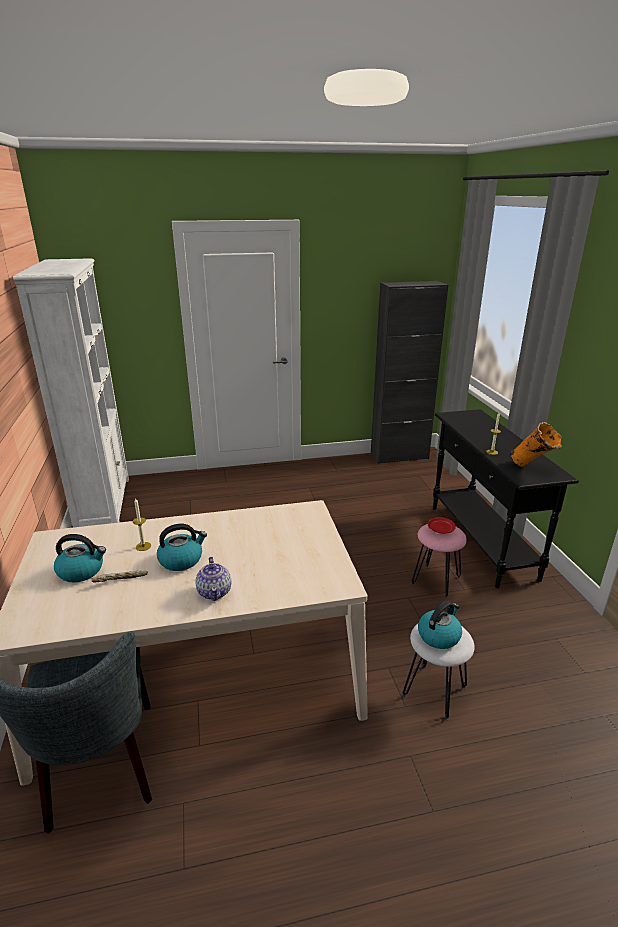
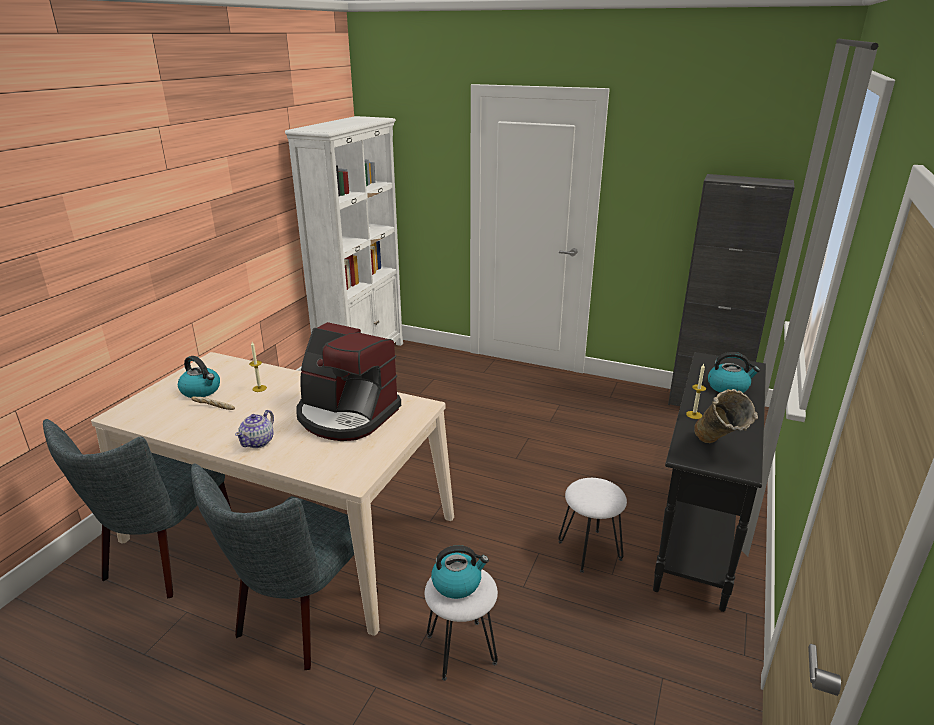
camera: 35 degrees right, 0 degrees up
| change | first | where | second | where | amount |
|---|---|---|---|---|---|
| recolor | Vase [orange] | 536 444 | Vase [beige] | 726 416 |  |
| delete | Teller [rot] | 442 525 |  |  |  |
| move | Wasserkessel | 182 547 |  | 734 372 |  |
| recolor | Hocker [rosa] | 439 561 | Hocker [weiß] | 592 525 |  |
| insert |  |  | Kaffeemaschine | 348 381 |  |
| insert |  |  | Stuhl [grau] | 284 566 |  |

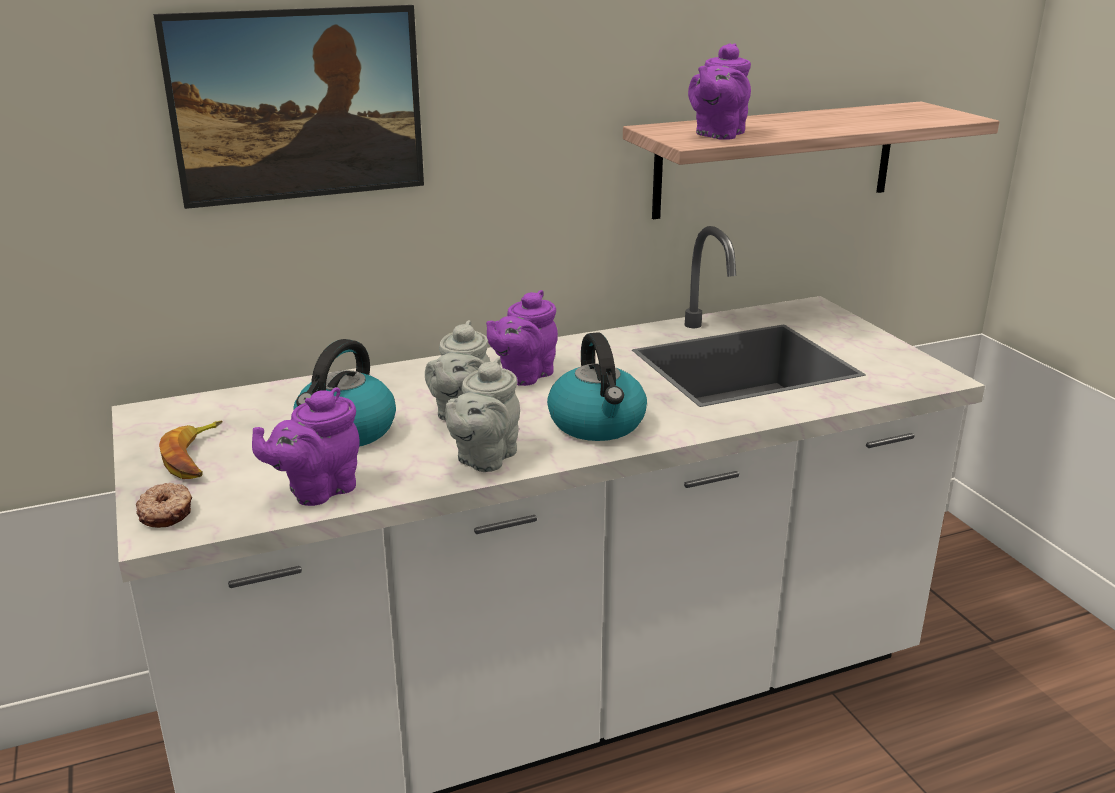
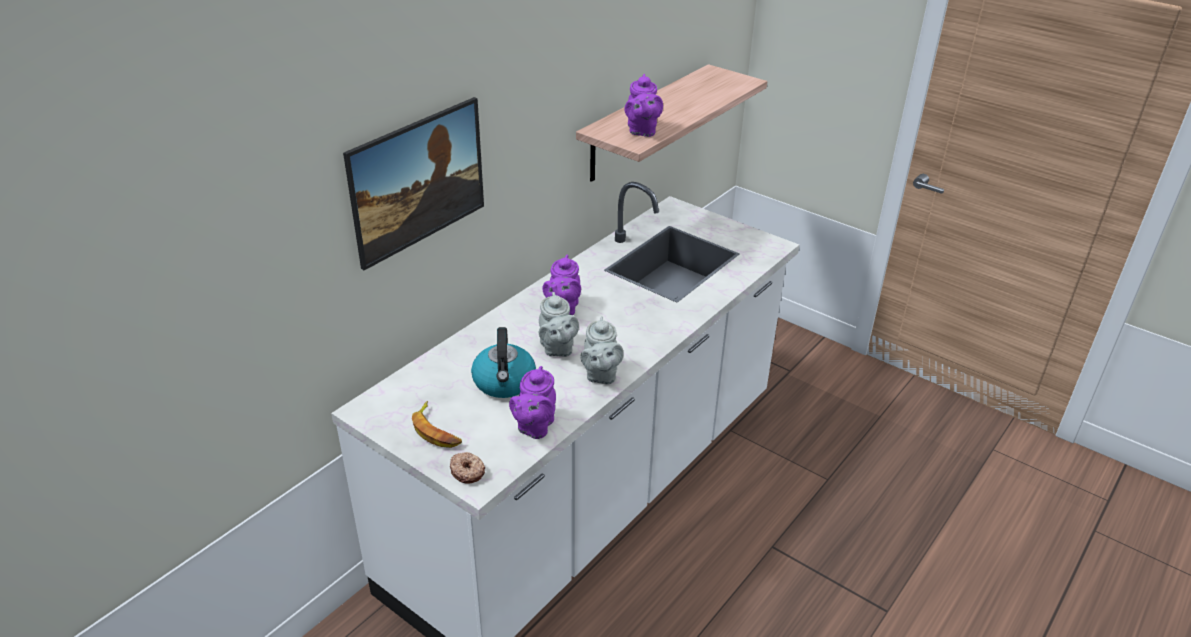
camera: 30 degrees left, 10 degrees up
| change | first | where | second | where | amount |
|---|---|---|---|---|---|
| delete | Wasserkessel | 597 386 |  |  |  |

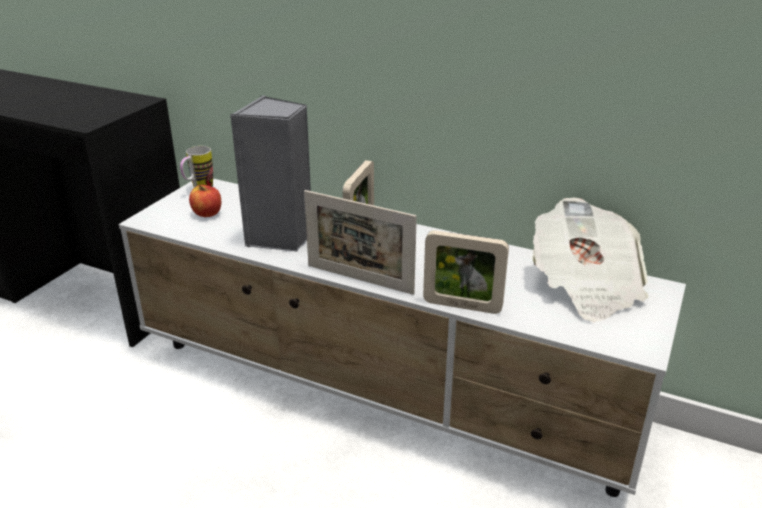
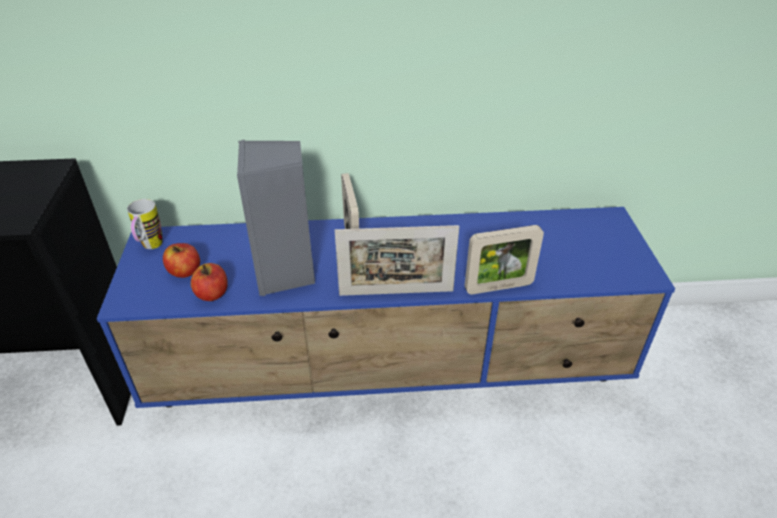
camera: 30 degrees left, 10 degrees up
| change | first | where | second | where | amount |
|---|---|---|---|---|---|
| recolor | Fernsehschrank [weiß] | 402 338 | Fernsehschrank [blau] | 386 307 |  |
| delete | Zeitung | 590 260 |  |  |  |
| insert |  |  | Apfel | 209 282 |  |

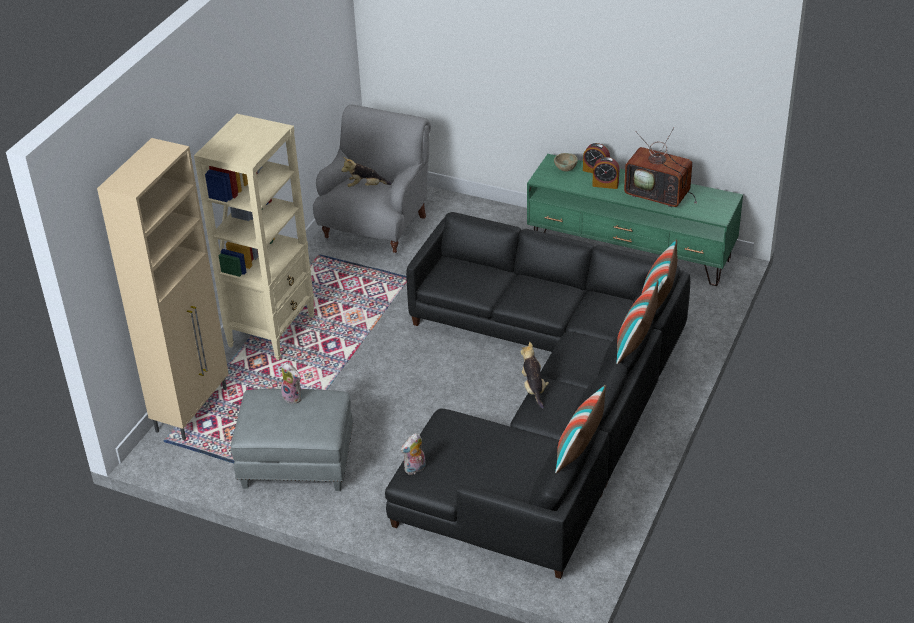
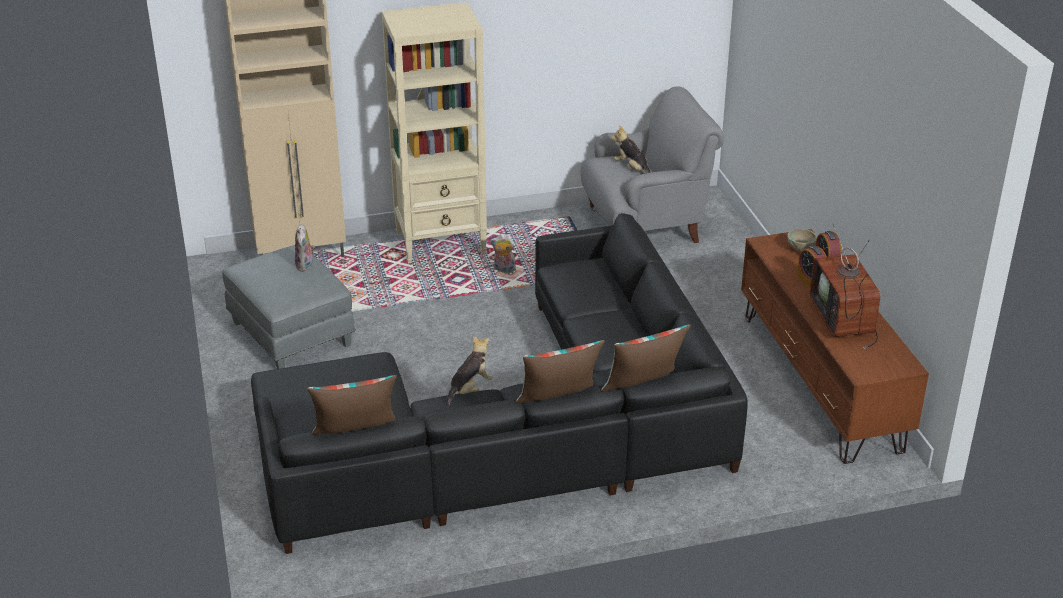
camera: 50 degrees right, 5 degrees down
| change | first | where | second | where | amount |
|---|---|---|---|---|---|
| recolor | Fernsehschrank [grün] | 635 220 | Fernsehschrank [braun] | 835 346 |  |
| move | Plüschtier | 413 453 |  | 503 253 |  |

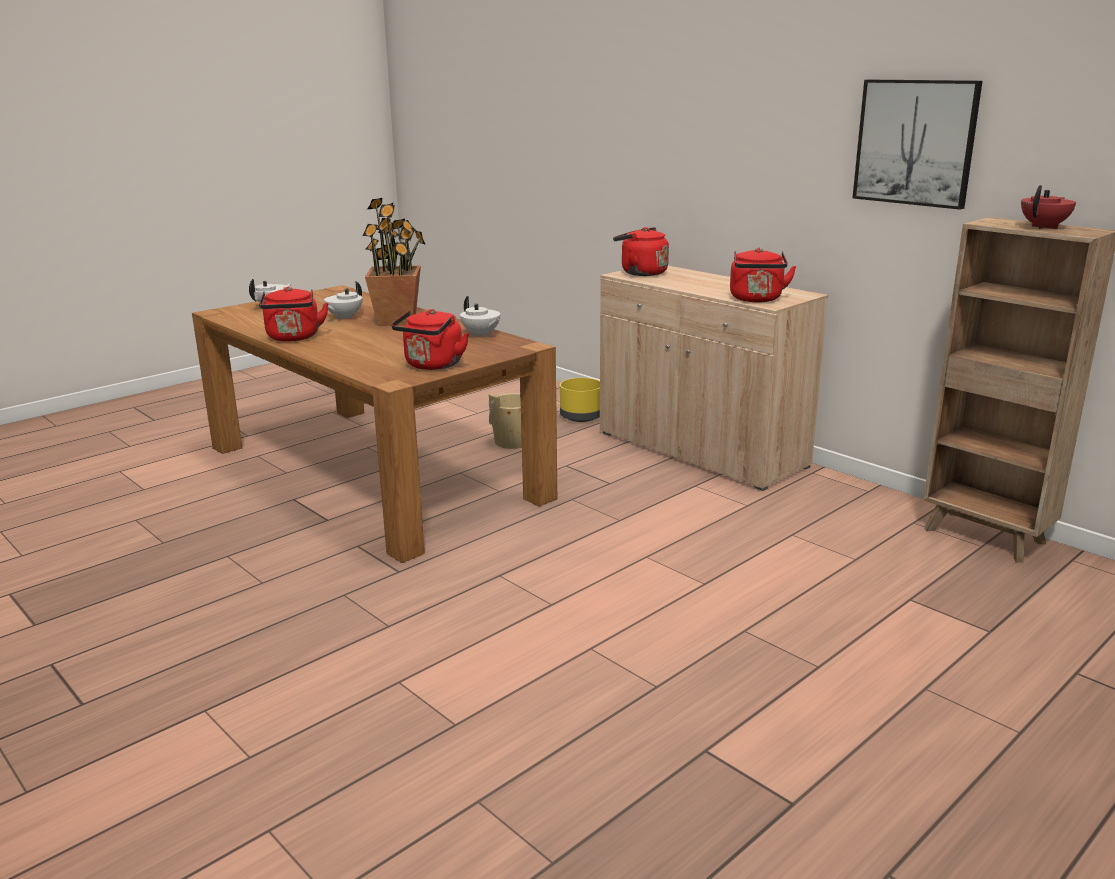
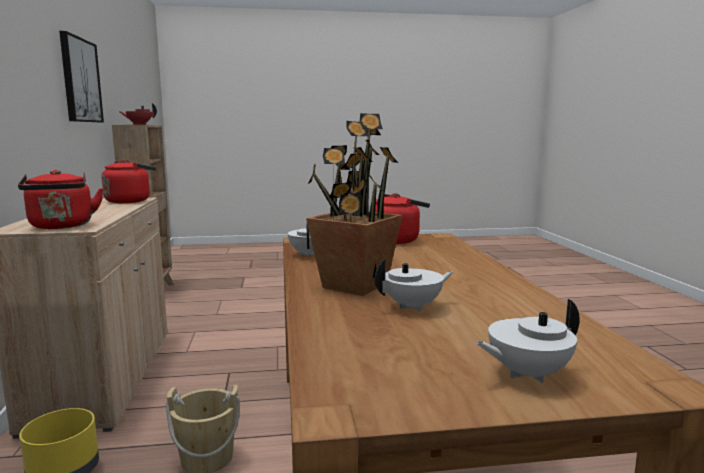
camera: 145 degrees left, 10 degrees down
| change | first | where | second | where | amount |
|---|---|---|---|---|---|
| delete | Wasserkessel [rot] | 294 314 |  |  |  |

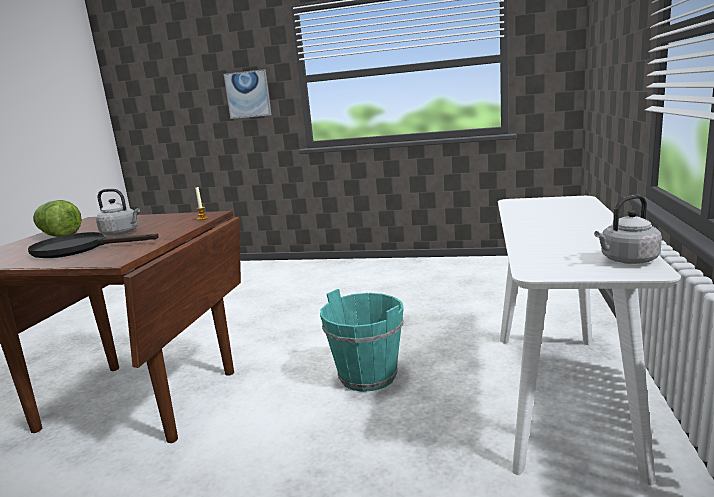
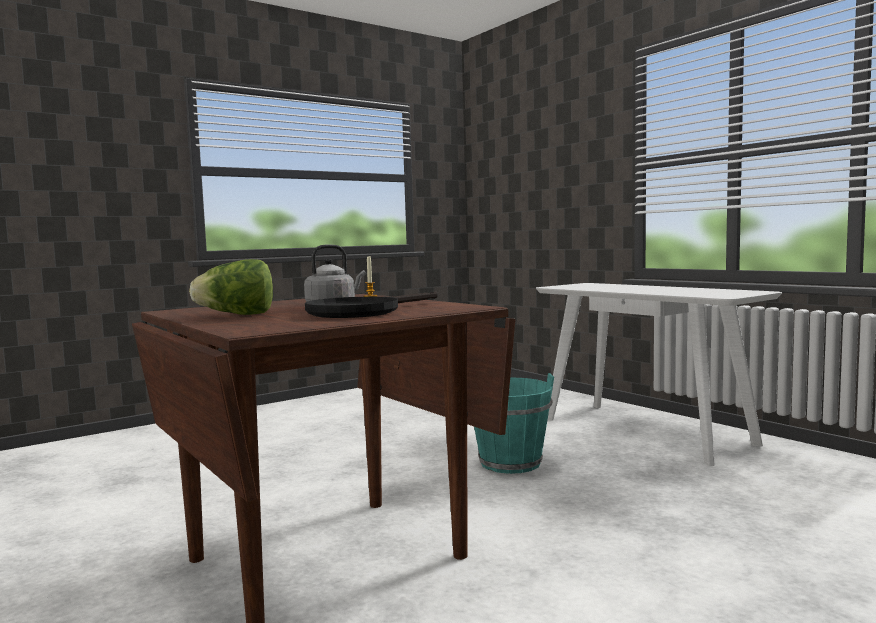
camera: 50 degrees left, 10 degrees down
| change | first | where | second | where | amount |
|---|---|---|---|---|---|
| delete | Bild | 247 94 |  |  |  |
| delete | Wasserkessel [grau] | 628 229 |  |  |  |

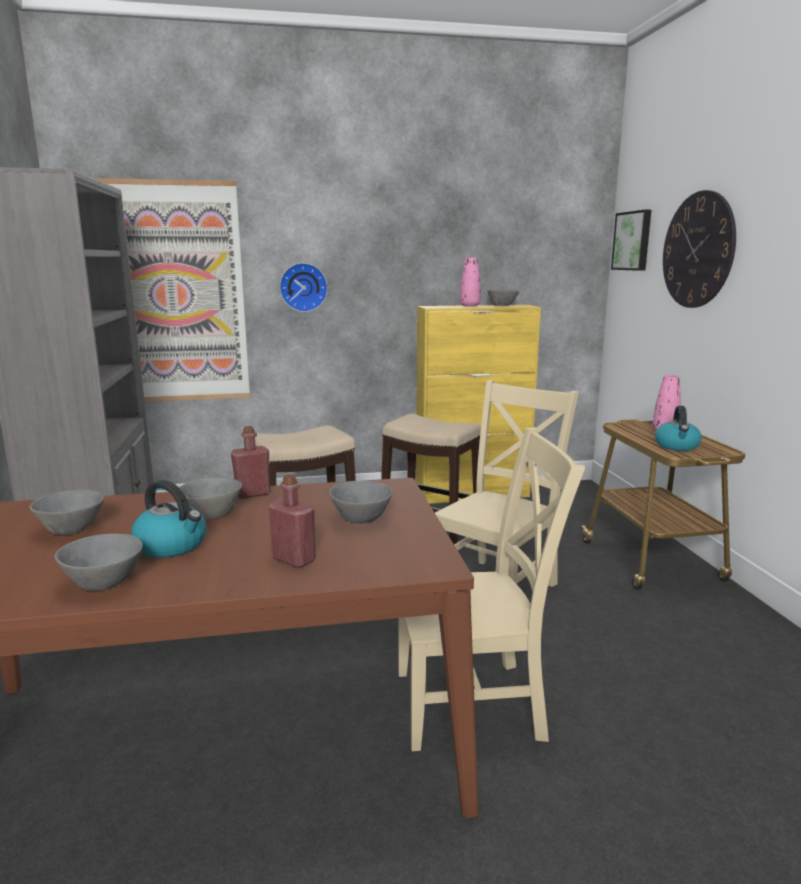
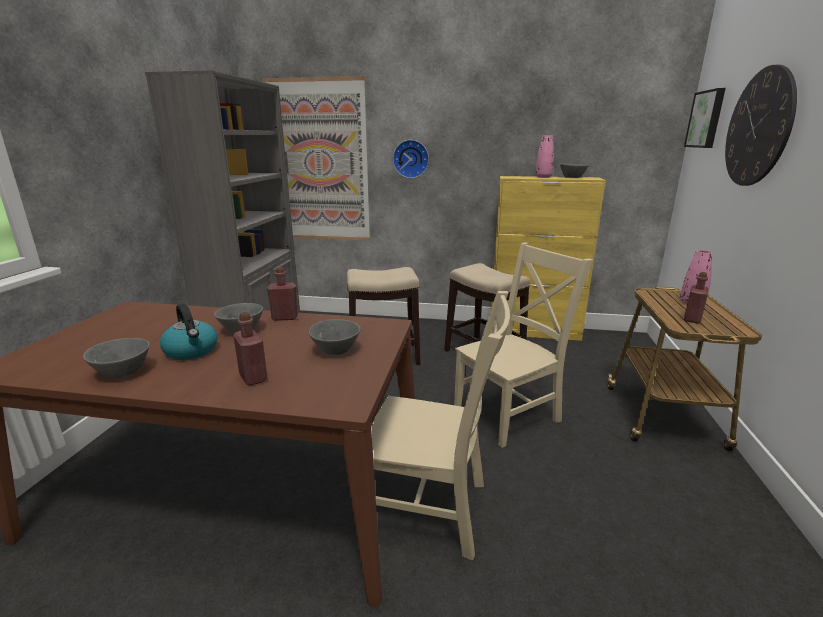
camera: 20 degrees right, 5 degrees up
| change | first | where | second | where | amount |
|---|---|---|---|---|---|
| replace | Wasserkessel | 678 428 | Flasche [rot] | 696 297 |  |
| delete | Schüssel [grau] | 66 512 |  |  |  |

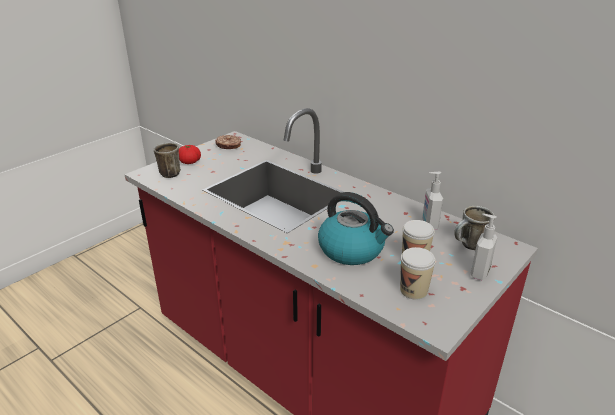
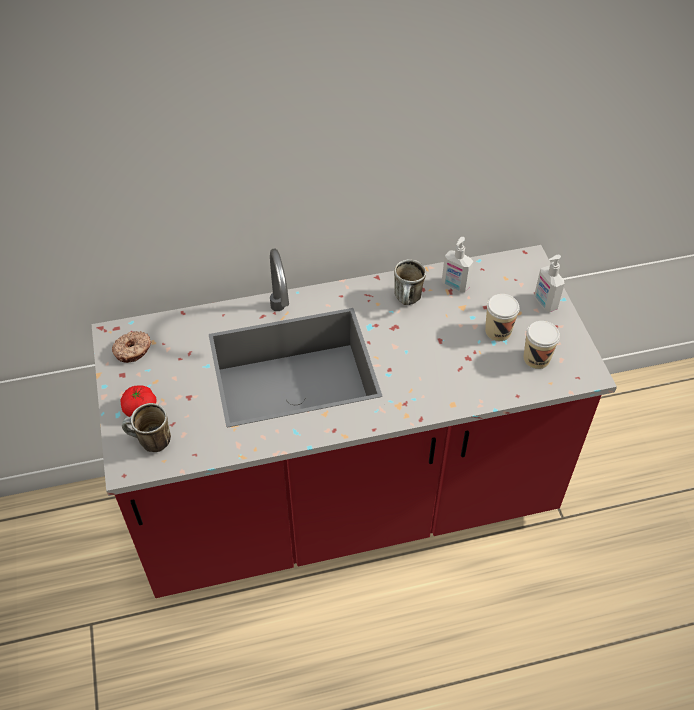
camera: 55 degrees left, 20 degrees up
| change | first | where | second | where | amount |
|---|---|---|---|---|---|
| delete | Wasserkessel | 356 228 |  |  |  |
| move | Henkelbecher | 474 228 |  | 410 282 |  |

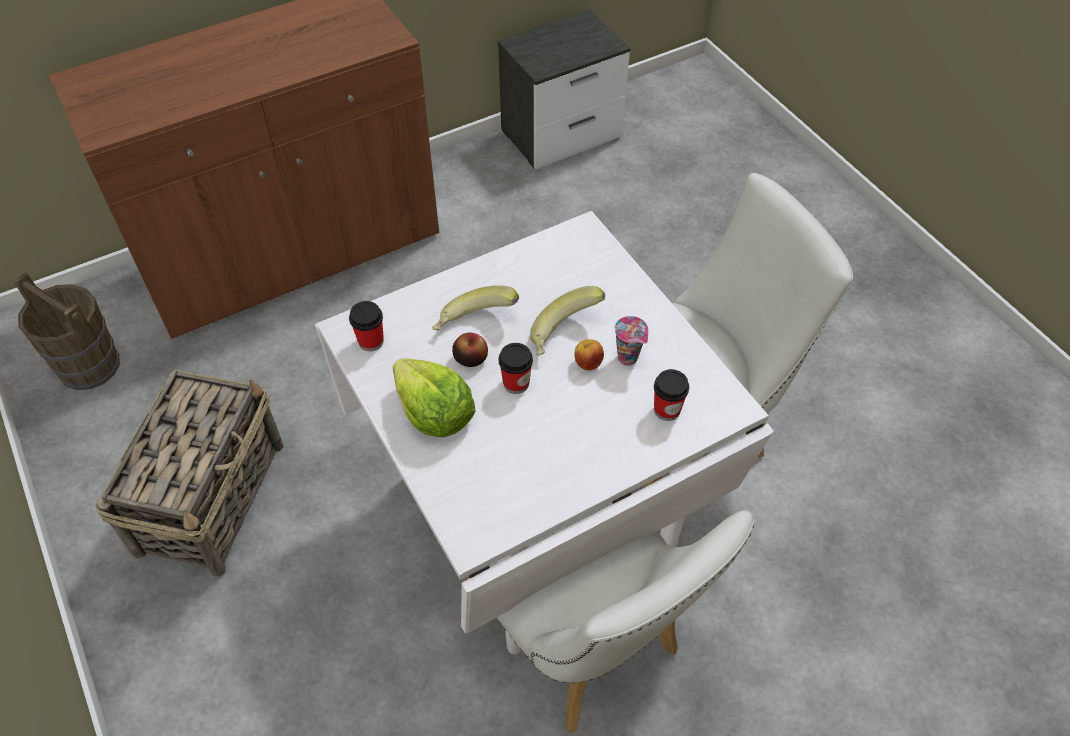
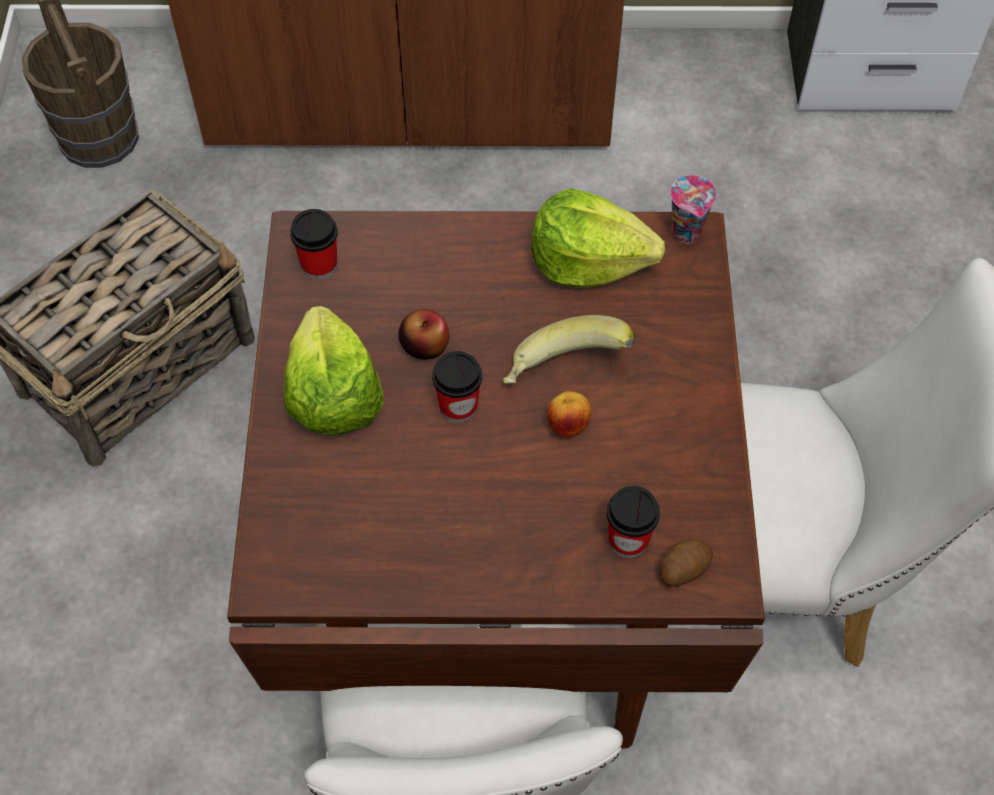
camera: 30 degrees right, 5 degrees up
| change | first | where | second | where | amount |
|---|---|---|---|---|---|
| recolor | Esstisch [weiß] | 544 432 | Esstisch [braun] | 496 480 |  |
| delete | Banane | 475 307 |  |  |  |
| move | Tasse | 631 341 |  | 693 209 |  |
| insert |  |  | Salatkopf | 598 238 |  |
| insert |  |  | Kartoffel | 686 563 |  |

